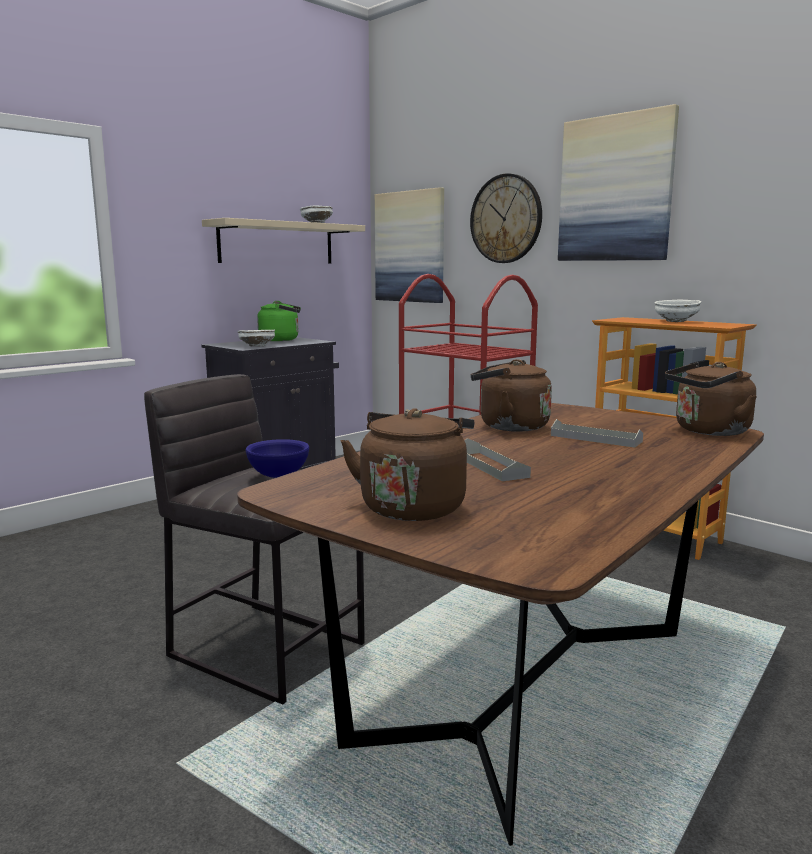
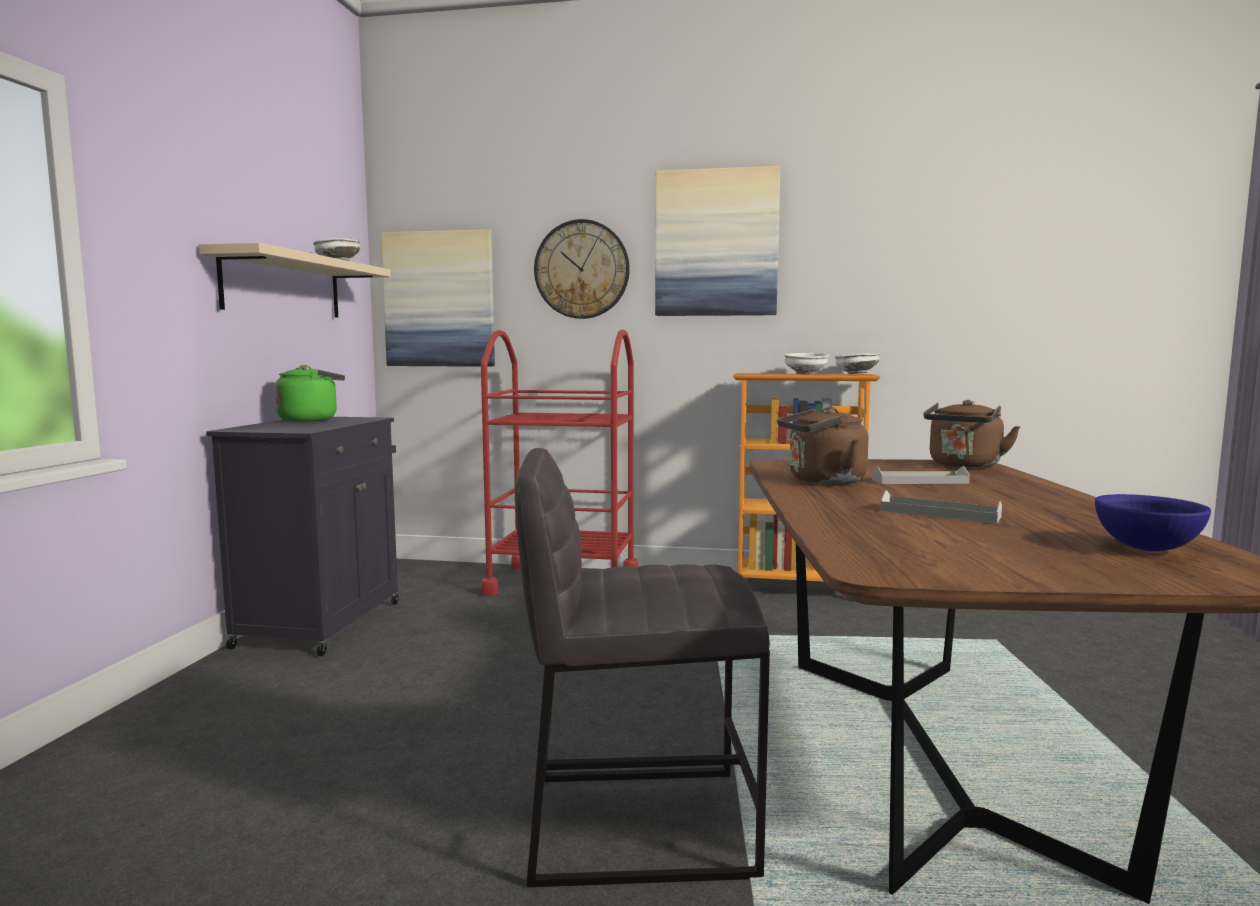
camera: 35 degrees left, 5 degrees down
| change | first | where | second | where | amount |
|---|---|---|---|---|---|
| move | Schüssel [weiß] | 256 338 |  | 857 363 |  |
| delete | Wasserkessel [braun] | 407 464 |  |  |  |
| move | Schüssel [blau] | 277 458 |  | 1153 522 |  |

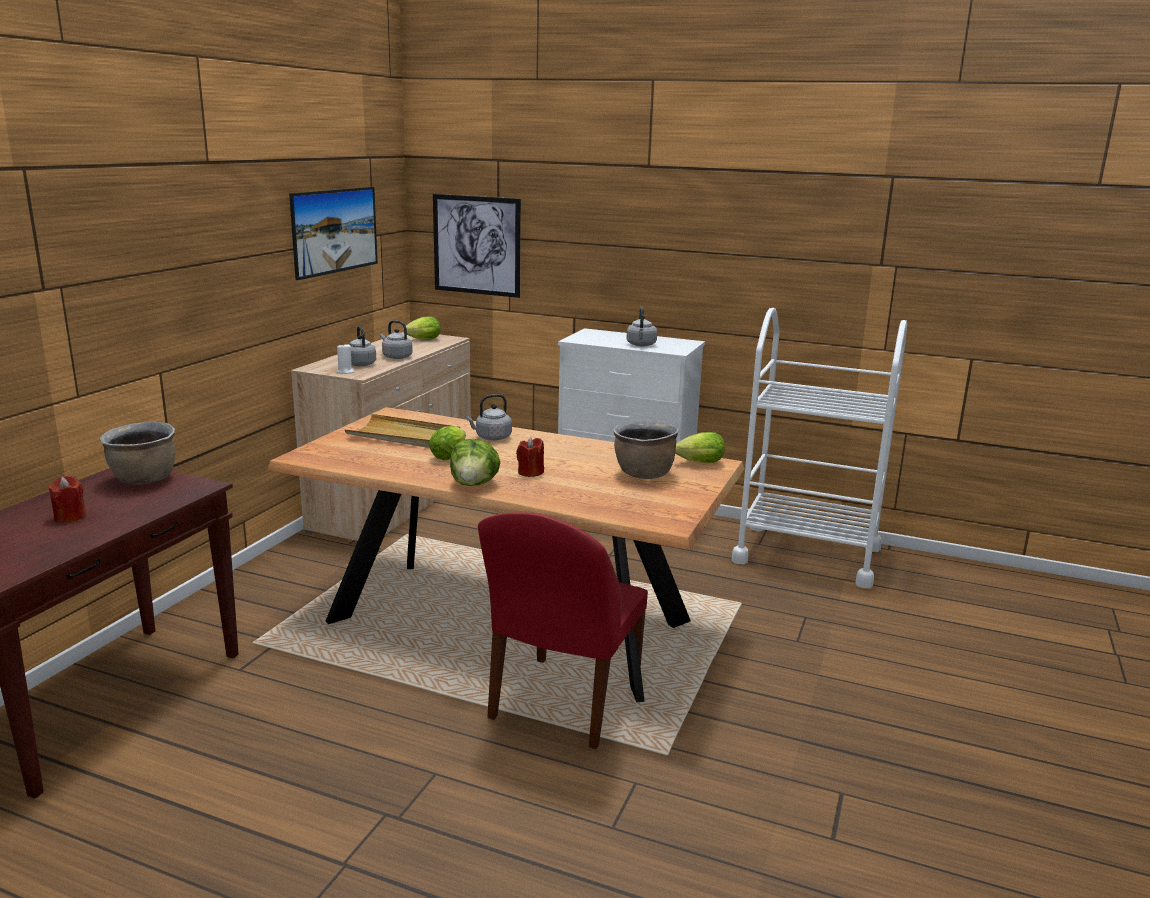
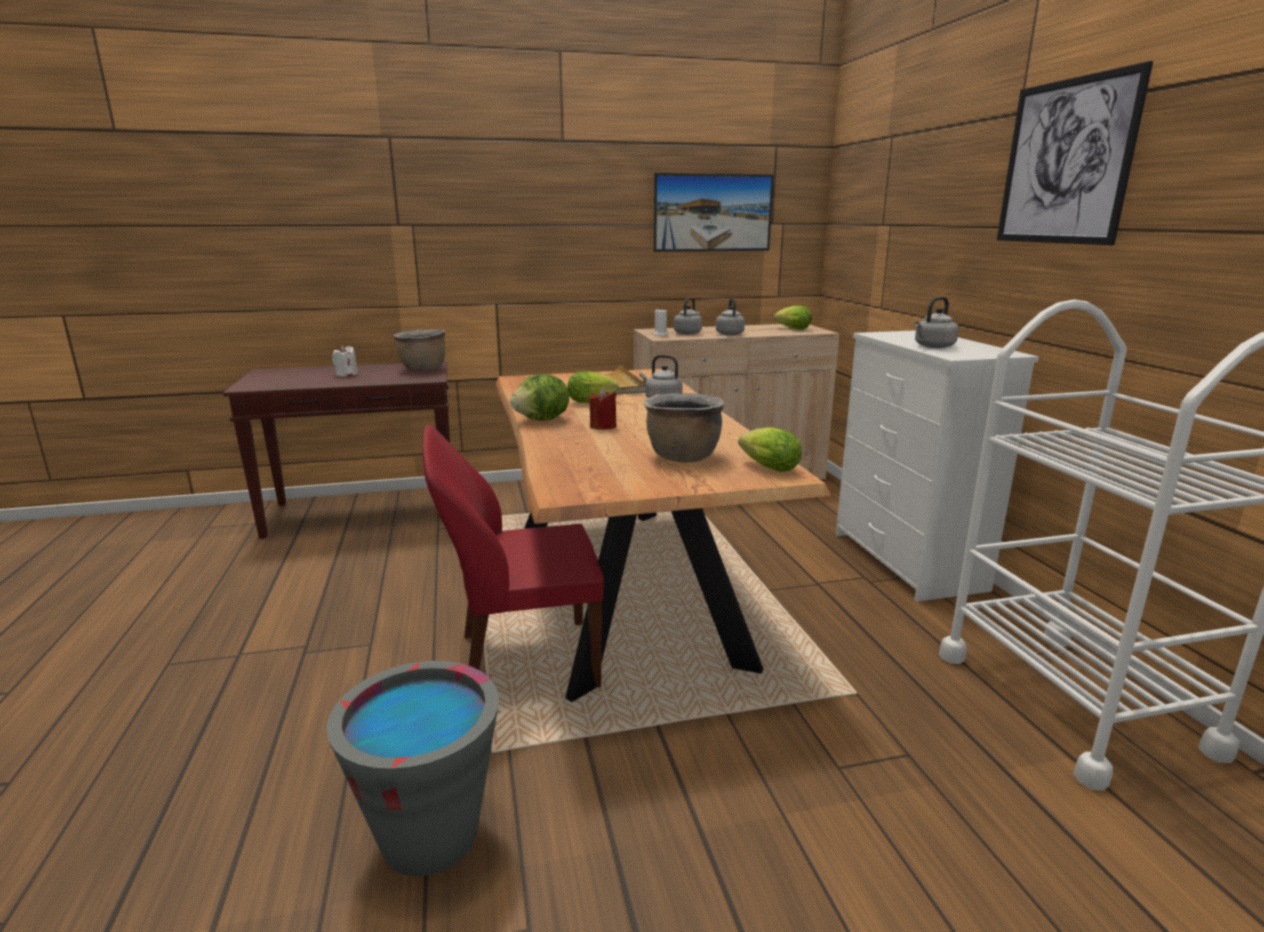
camera: 55 degrees right, 0 degrees up
| change | first | where | second | where | amount |
|---|---|---|---|---|---|
| move | Bild | 477 246 |  | 1075 153 |  |
| recolor | Kerze [rot] | 67 499 | Kerze [weiß] | 345 360 |  |
| insert |  |  | Eimer [grau] | 412 769 |  |

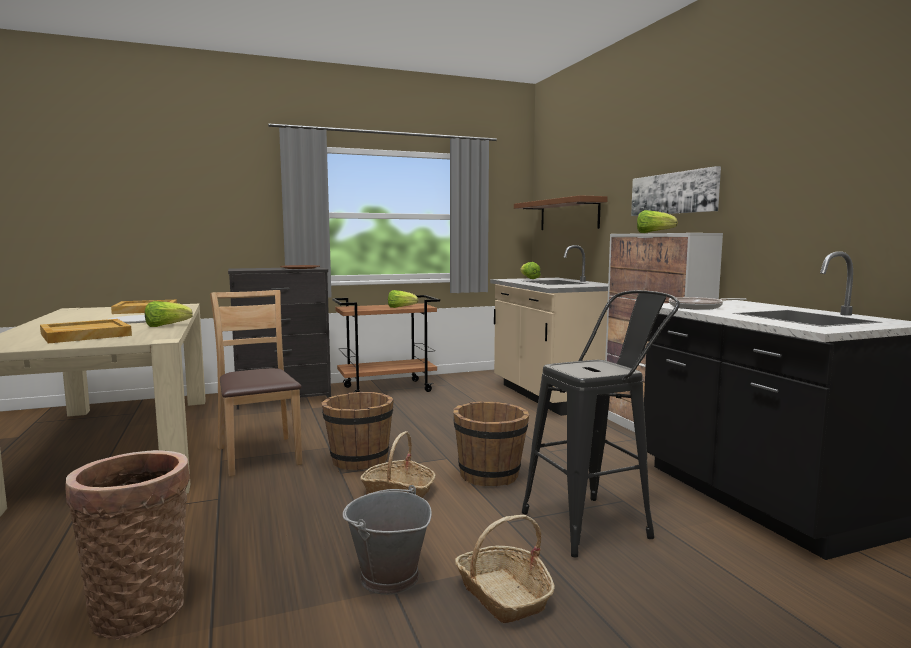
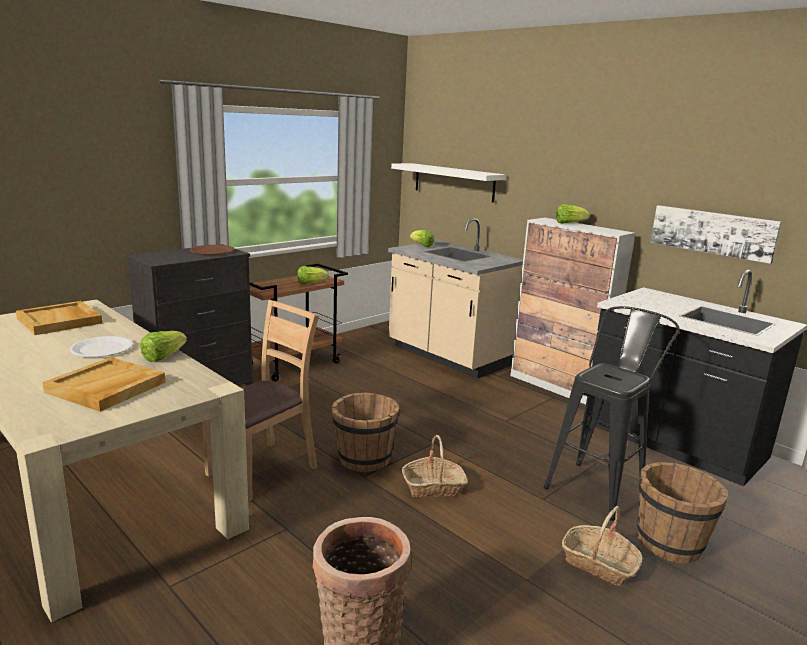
camera: 25 degrees left, 10 degrees up
| change | first | where | second | where | amount |
|---|---|---|---|---|---|
| move | Bild | 676 191 |  | 716 234 |  |
| recolor | Wandregal [braun] | 561 212 | Wandregal [weiß] | 448 183 |  |
| rotate | Stuhl [braun] | 256 383 |  | 260 401 | 90 degrees clockwise |
| delete | Pfanne | 707 303 |  |  |  |
| move | Eimer [braun] | 491 443 |  | 682 512 |  |
| delete | Eimer [grau] | 387 540 |  |  |  |

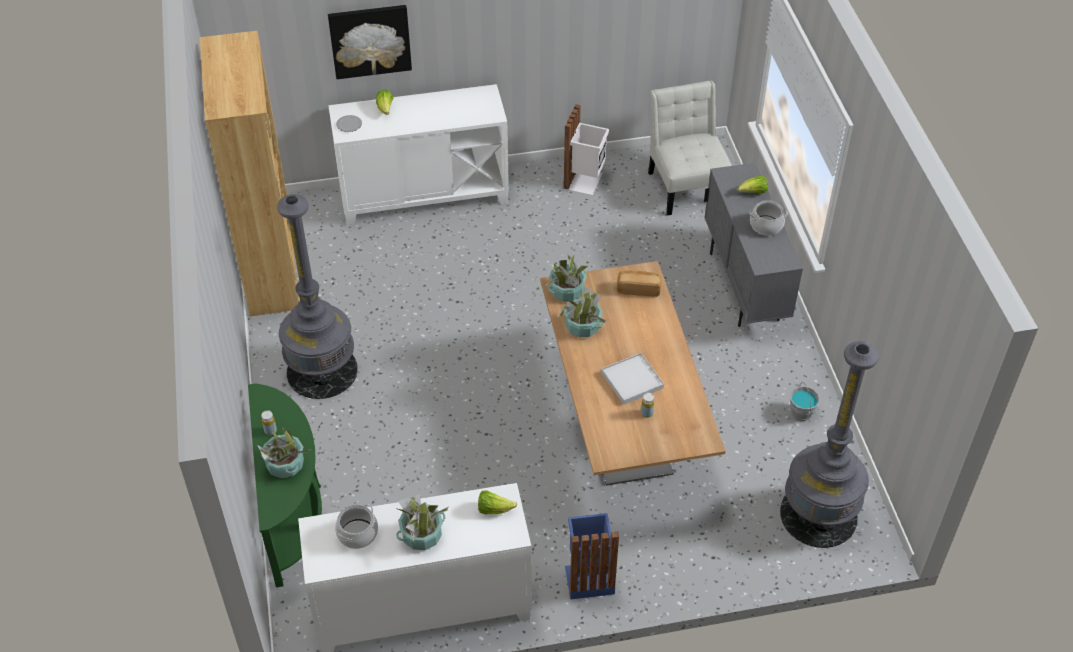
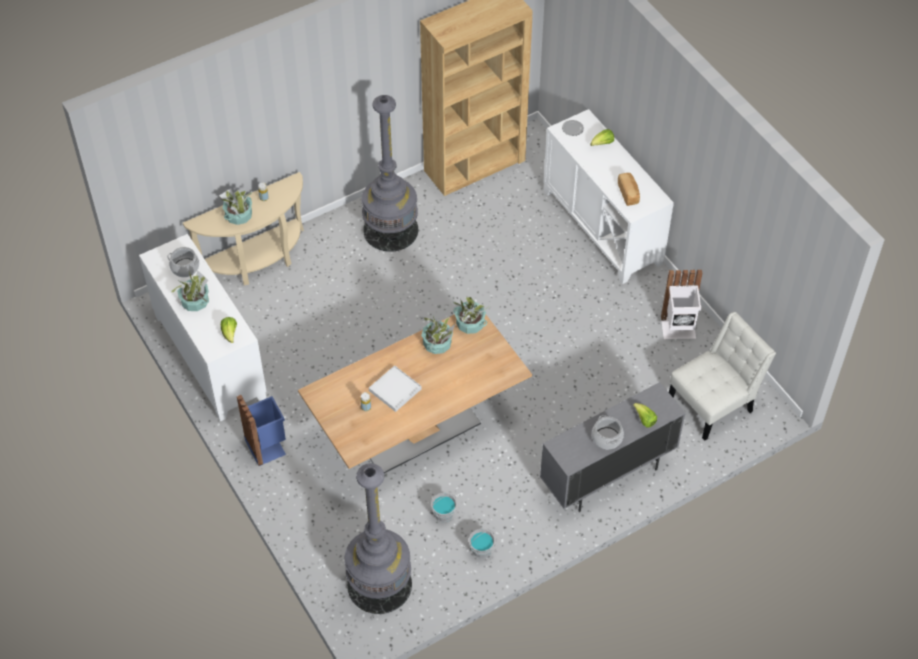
camera: 70 degrees right, 5 degrees up
| change | first | where | second | where | amount |
|---|---|---|---|---|---|
| delete | Bild | 370 42 |  |  |  |
| move | Brot | 639 284 |  | 629 189 |  |
| recolor | Konsolentisch [grün] | 285 485 | Konsolentisch [beige] | 243 228 |  |
| insert |  |  | Eimer [grau] | 444 507 |  |

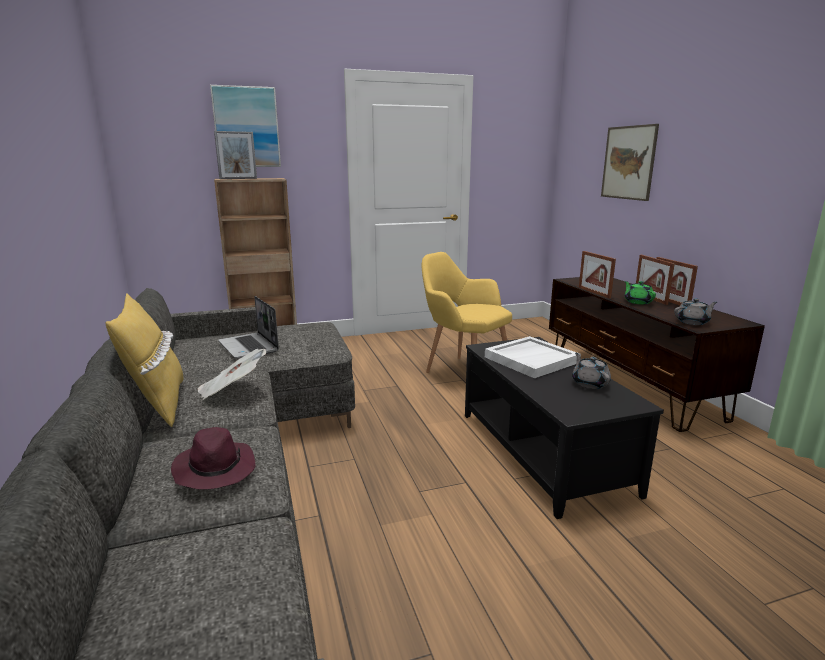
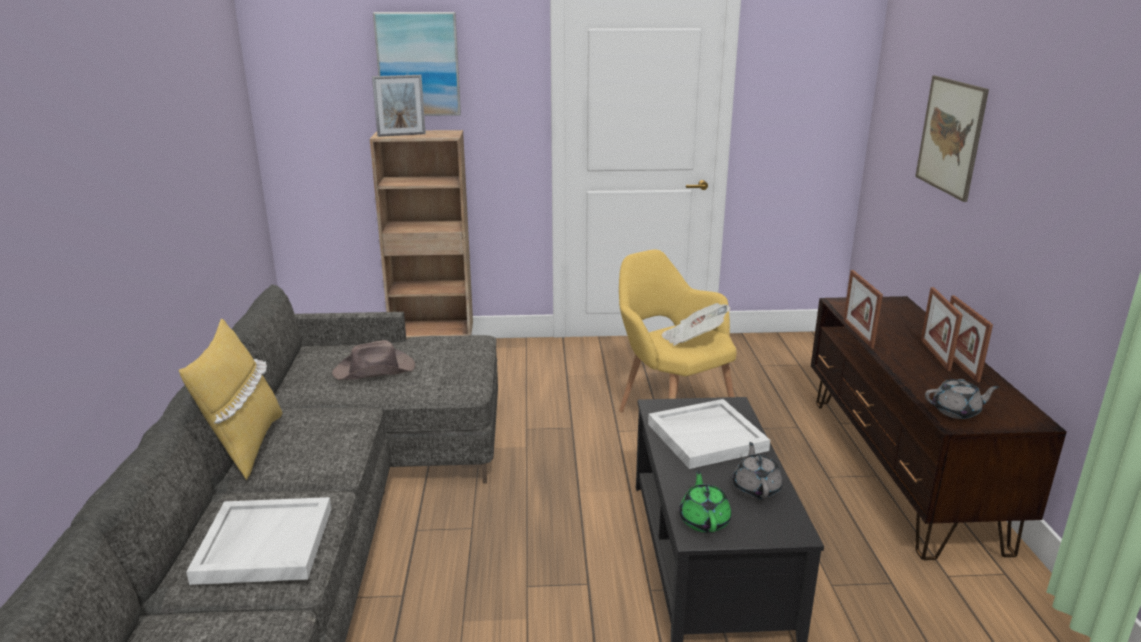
camera: 15 degrees right, 5 degrees up
| change | first | where | second | where | amount |
|---|---|---|---|---|---|
| move | Teekanne [grün] | 640 292 |  | 705 501 |  |
| replace | Laptop | 248 327 | Hut [braun] | 373 360 |  |
| move | Zeitung | 232 374 |  | 696 324 |  |
| replace | Hut [lila] | 213 458 | Tablett [weiß] | 258 541 |  |

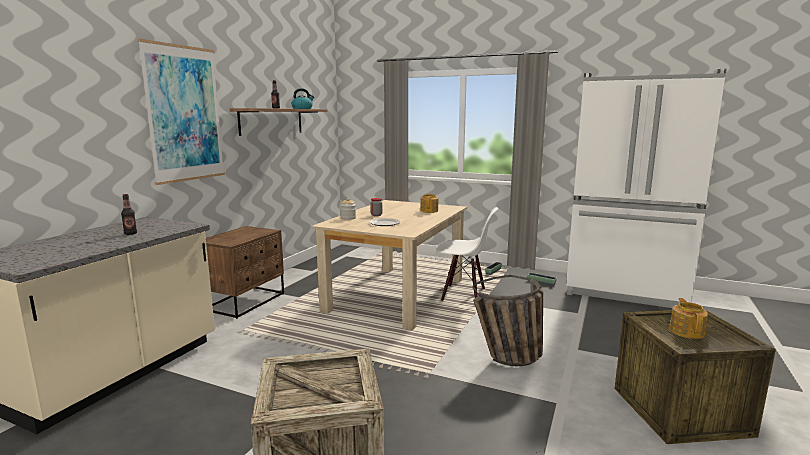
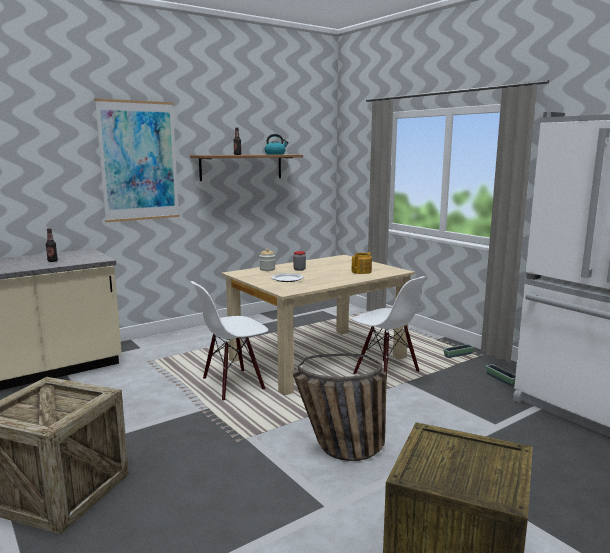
camera: 30 degrees right, 0 degrees up
| change | first | where | second | where | amount |
|---|---|---|---|---|---|
| delete | Nachttisch [braun] | 245 272 |  |  |  |
| delete | Teekanne | 688 318 |  |  |  |
| insert |  |  | Stuhl [weiß] | 229 341 |  |

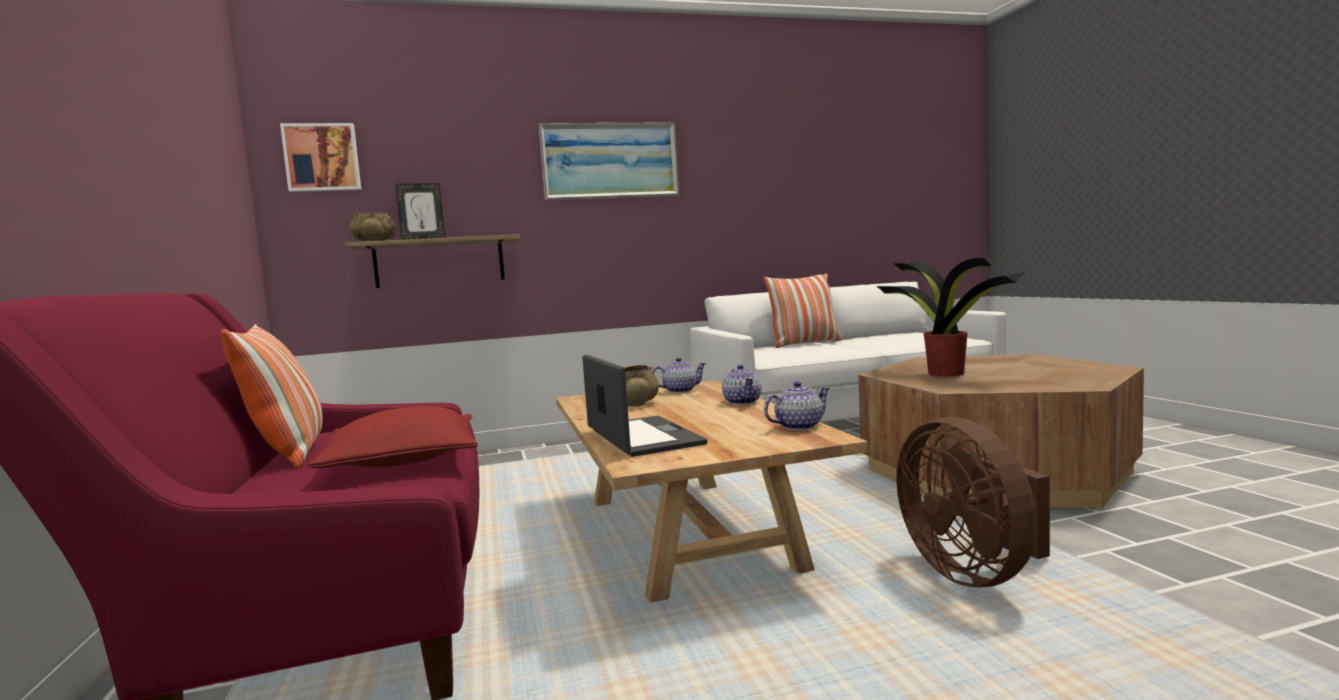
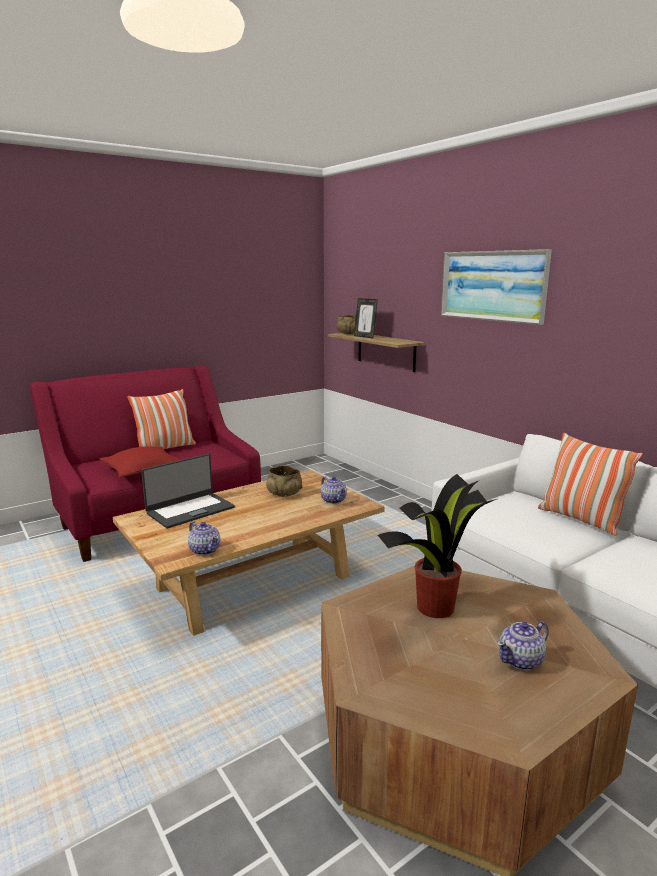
camera: 70 degrees right, 10 degrees up
| change | first | where | second | where | amount |
|---|---|---|---|---|---|
| delete | Bild | 320 157 |  |  |  |
| move | Teekanne | 742 385 |  | 523 645 |  |
| delete | Ventilator [braun] | 973 502 |  |  |  |

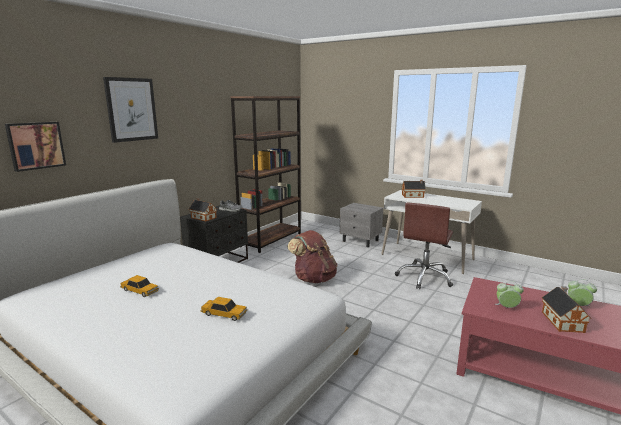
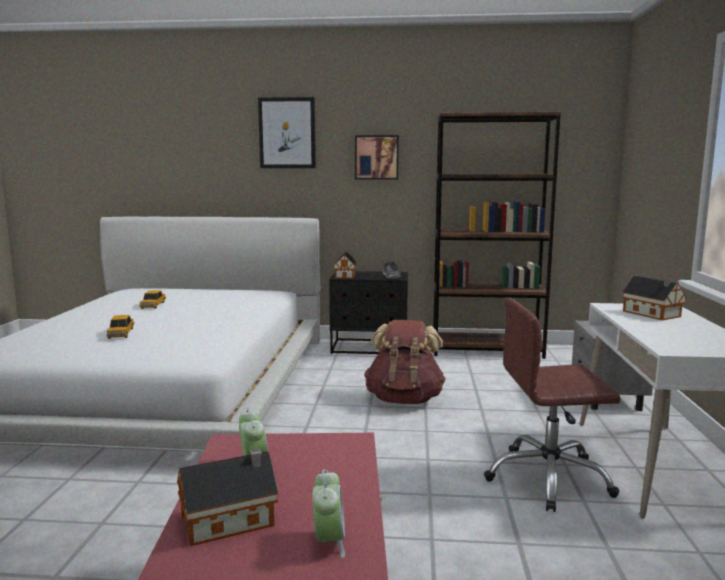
camera: 60 degrees right, 5 degrees down
| change | first | where | second | where | amount |
|---|---|---|---|---|---|
| move | Bild | 35 147 |  | 377 157 |  |

